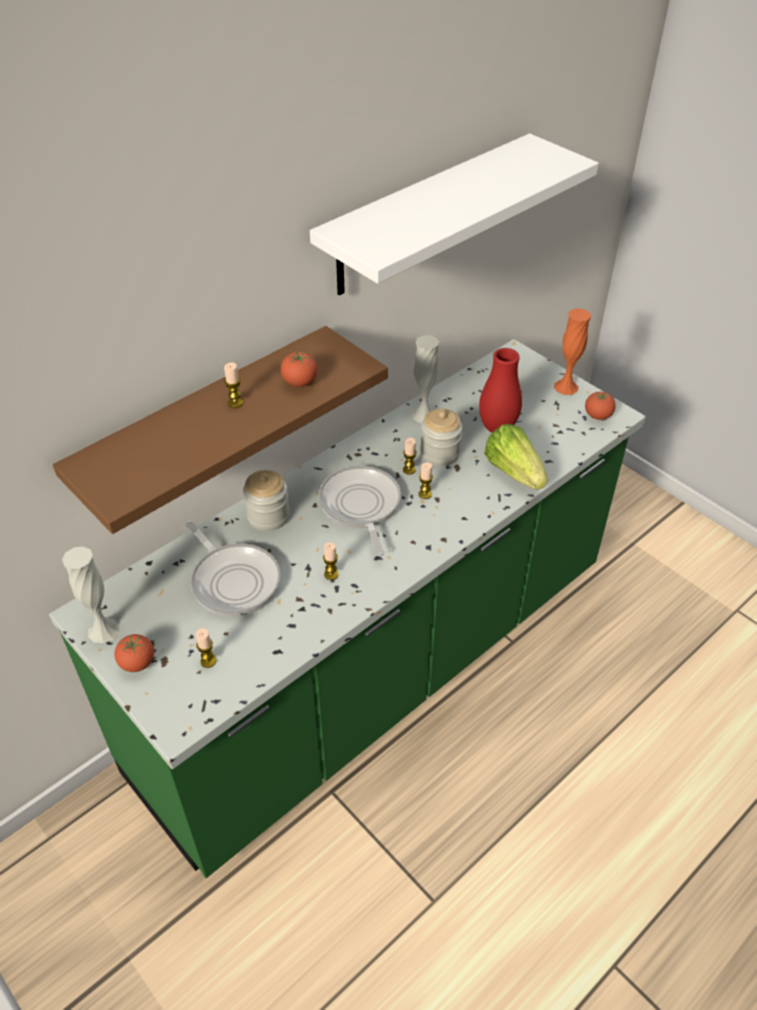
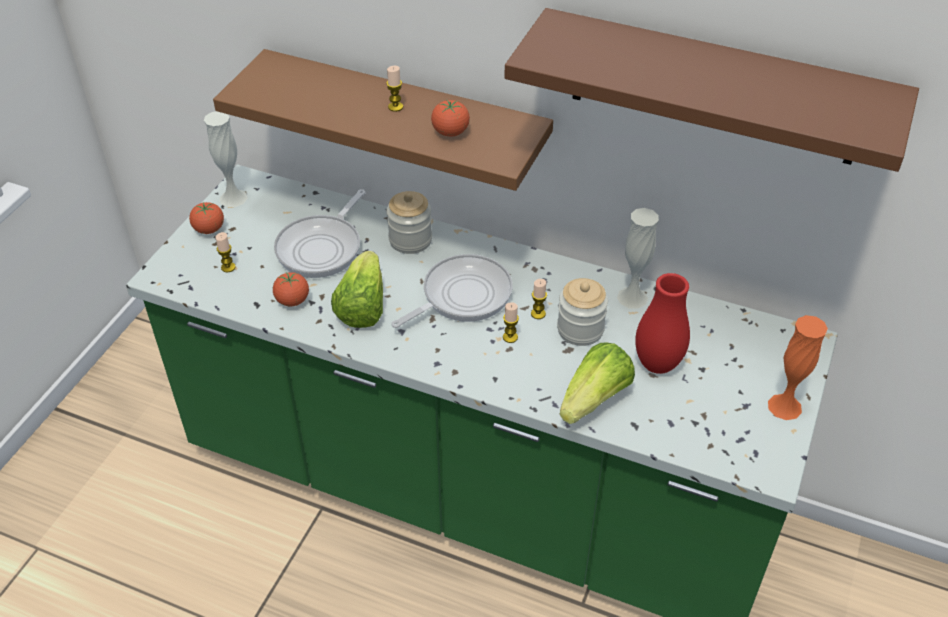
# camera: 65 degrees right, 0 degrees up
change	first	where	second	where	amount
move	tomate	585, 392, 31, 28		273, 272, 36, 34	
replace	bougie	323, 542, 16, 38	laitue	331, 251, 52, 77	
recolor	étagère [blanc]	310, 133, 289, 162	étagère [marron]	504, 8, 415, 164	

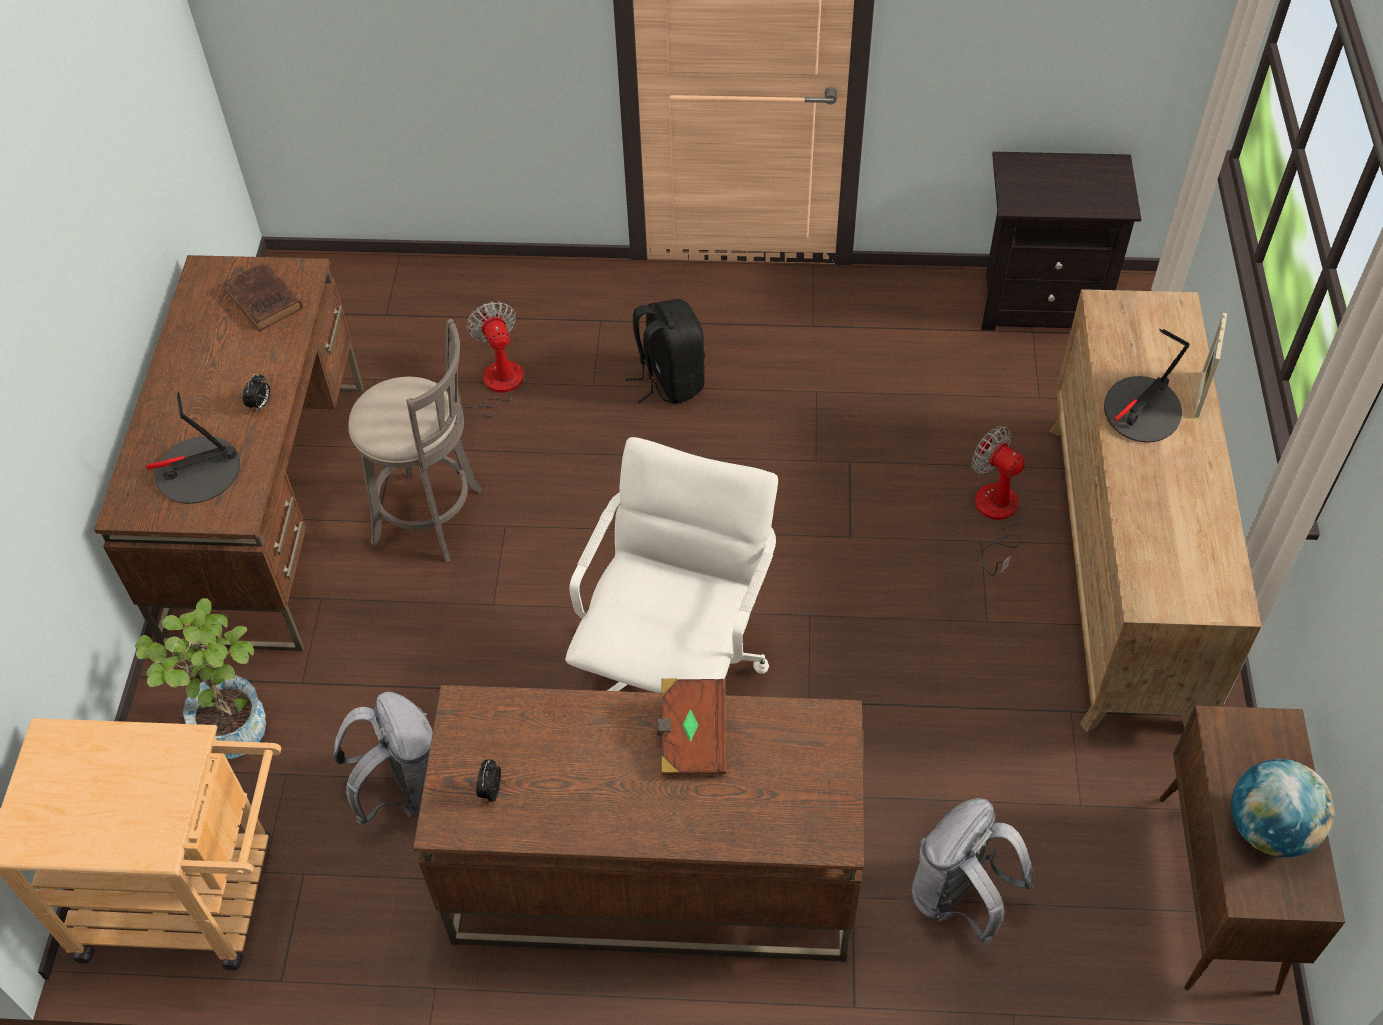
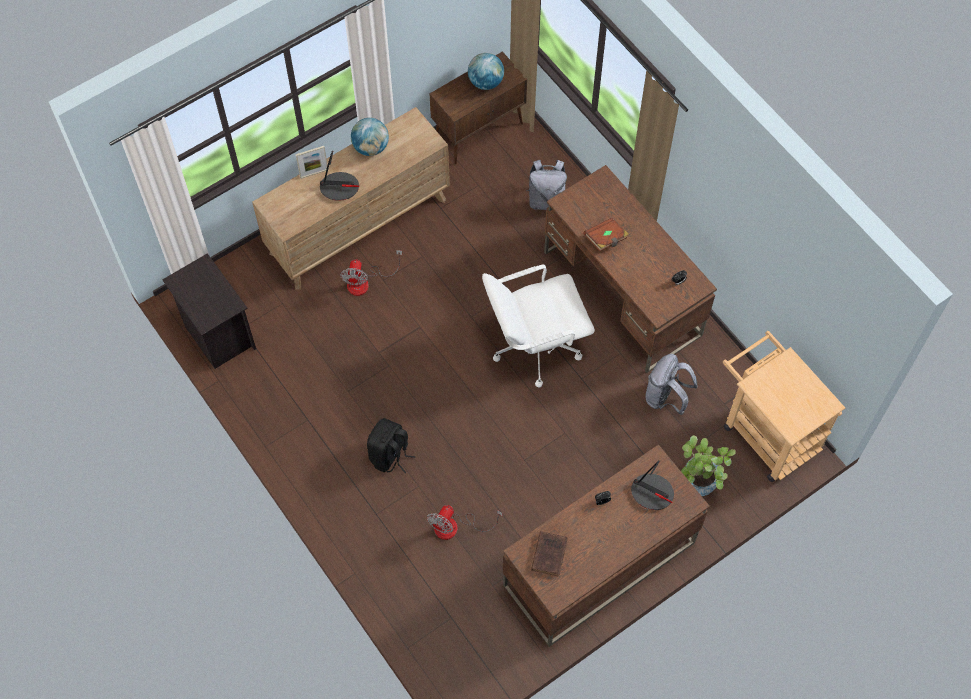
# camera: 130 degrees left, 10 degrees up
change	first	where	second	where	amount
delete	tabouret [gris]	348, 319, 135, 244			
insert			globe	351, 118, 38, 38	

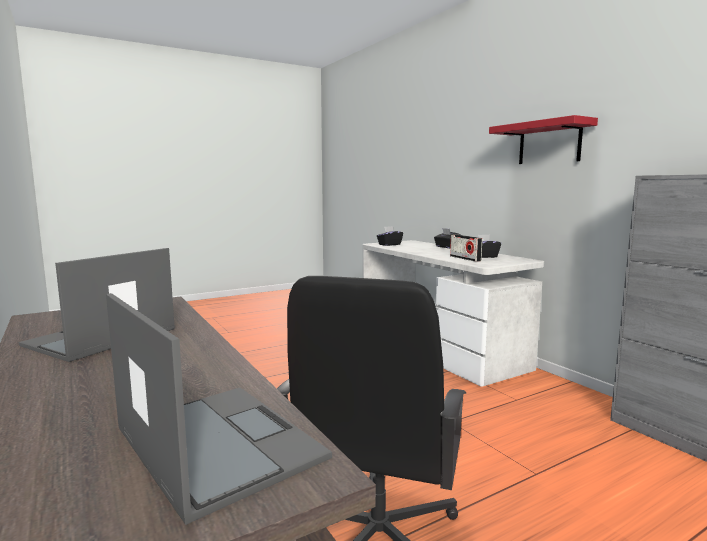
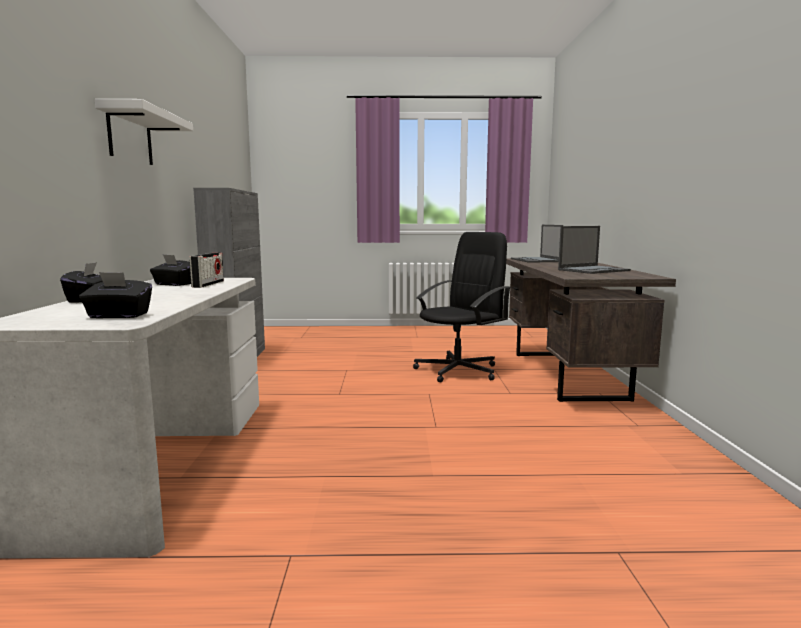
# camera: 150 degrees left, 0 degrees up
change	first	where	second	where	amount
recolor	étagère [rouge]	489, 115, 109, 49	étagère [blanc]	95, 99, 98, 66	

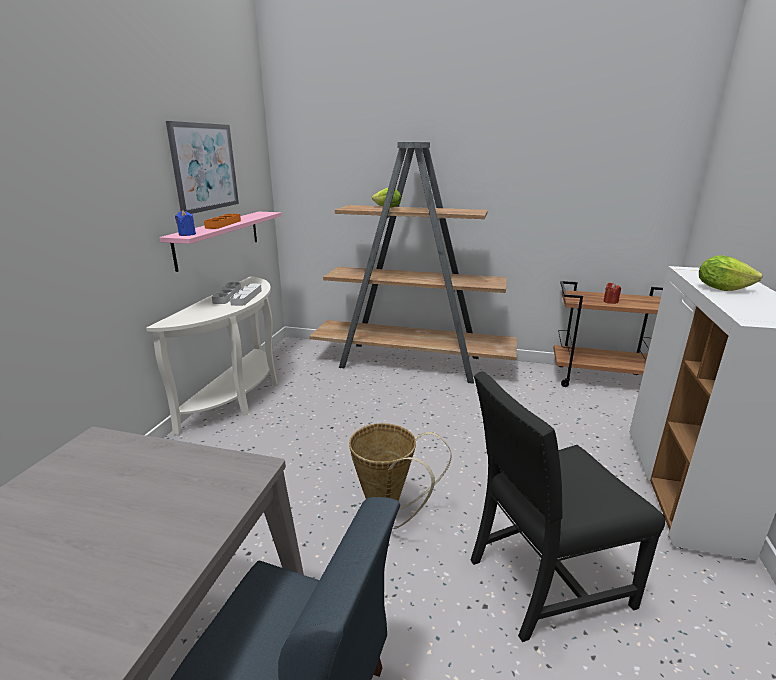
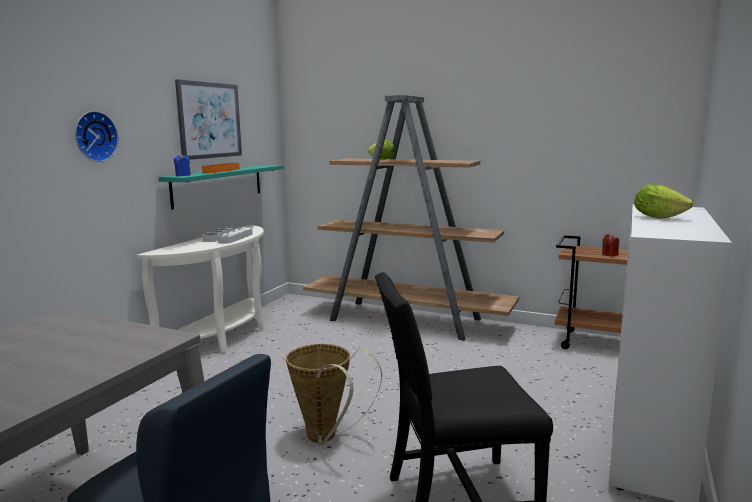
# camera: 10 degrees right, 10 degrees down
change	first	where	second	where	amount
insert			horloge murale	75, 111, 43, 51	
recolor	étagère [rose]	159, 212, 122, 60	étagère [turquoise]	159, 165, 125, 45	

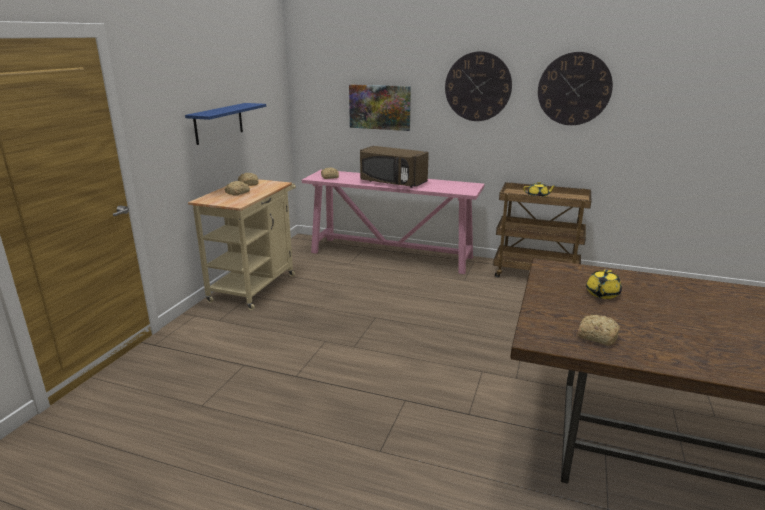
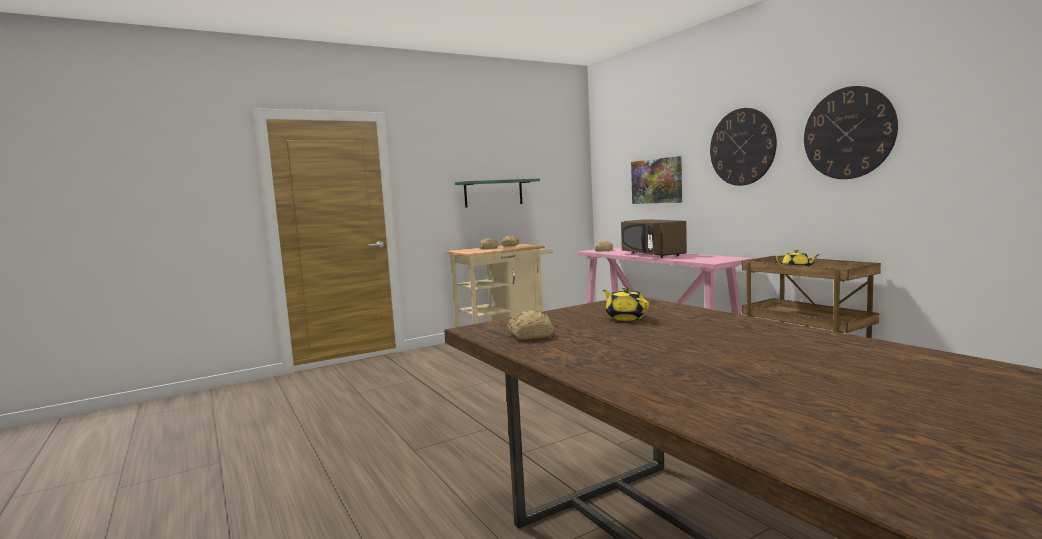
# camera: 40 degrees right, 15 degrees down
change	first	where	second	where	amount
recolor	étagère [bleu]	185, 103, 81, 42	étagère [vert]	455, 178, 85, 30	
rotate	théière [jaune]	586, 270, 36, 29		603, 287, 46, 34	75 degrees clockwise

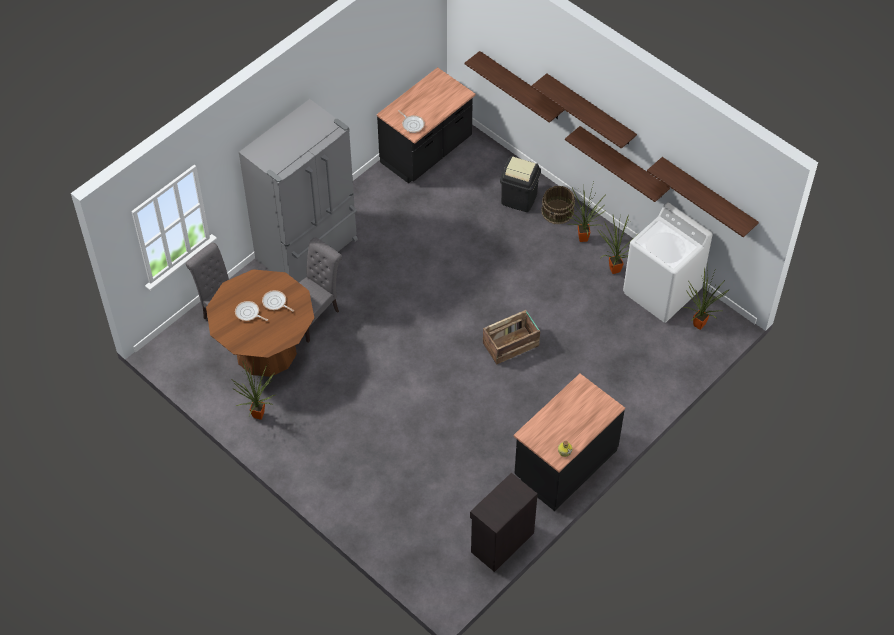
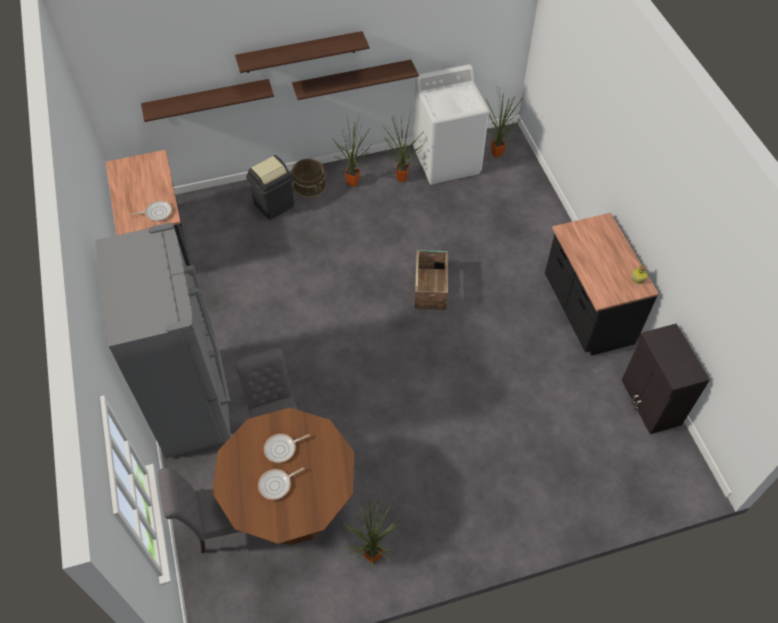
# camera: 60 degrees left, 0 degrees up
change	first	where	second	where	amount
delete	étagère	647, 157, 112, 80			

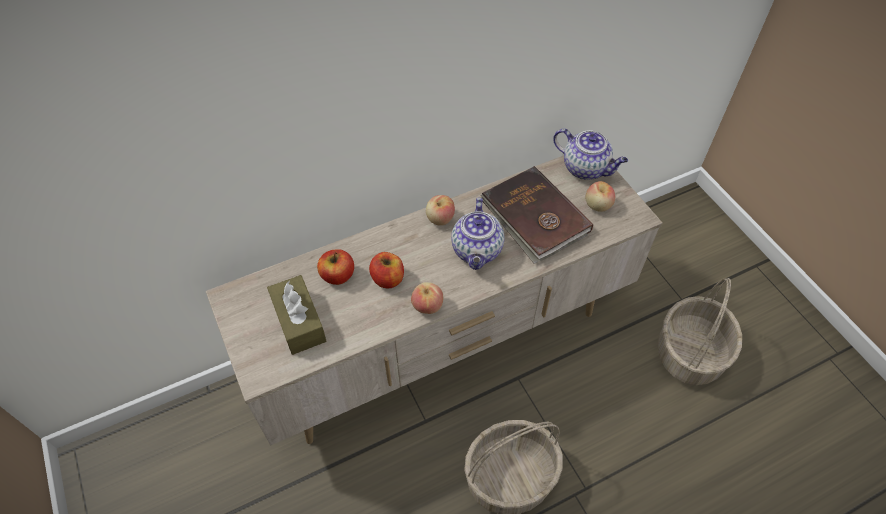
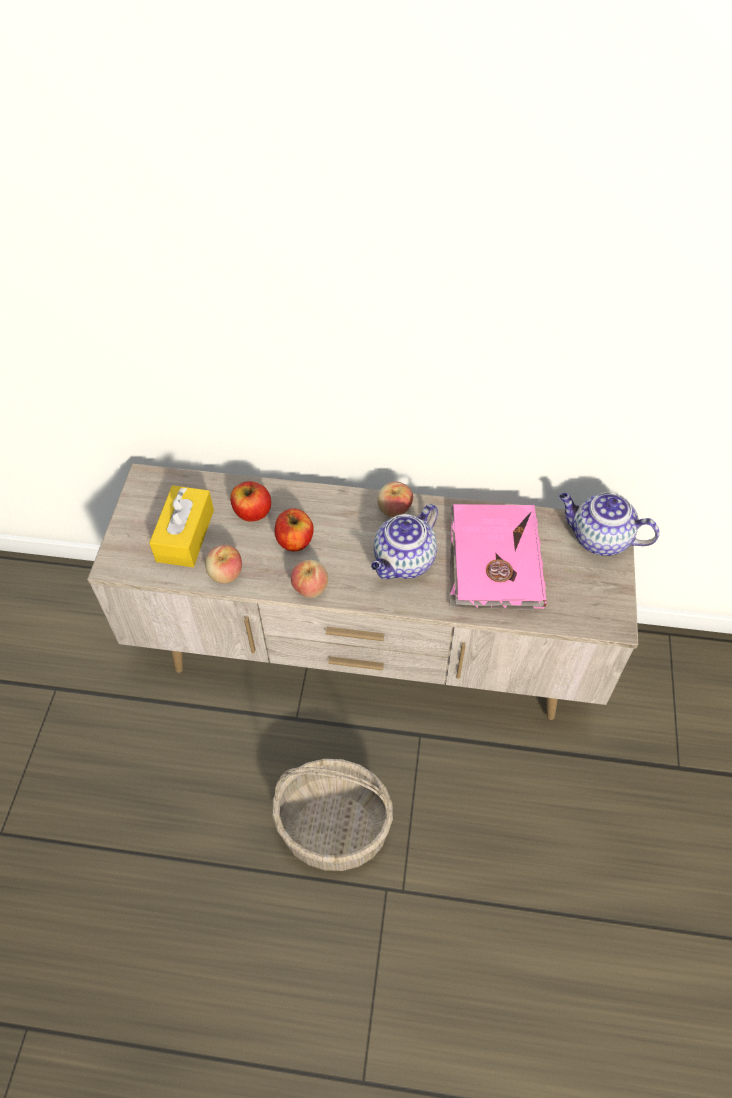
# camera: 35 degrees right, 0 degrees up
change	first	where	second	where	amount
delete	panier	657, 278, 85, 107			
move	pomme	586, 181, 29, 31		205, 545, 37, 39	
recolor	boîte à mouchoirs [marron]	267, 275, 59, 80	boîte à mouchoirs [jaune]	149, 486, 65, 81	
recolor	livre [marron]	480, 166, 113, 98	livre [rose]	450, 504, 97, 106	
rotate	théière	553, 128, 75, 52		559, 492, 101, 64	135 degrees clockwise

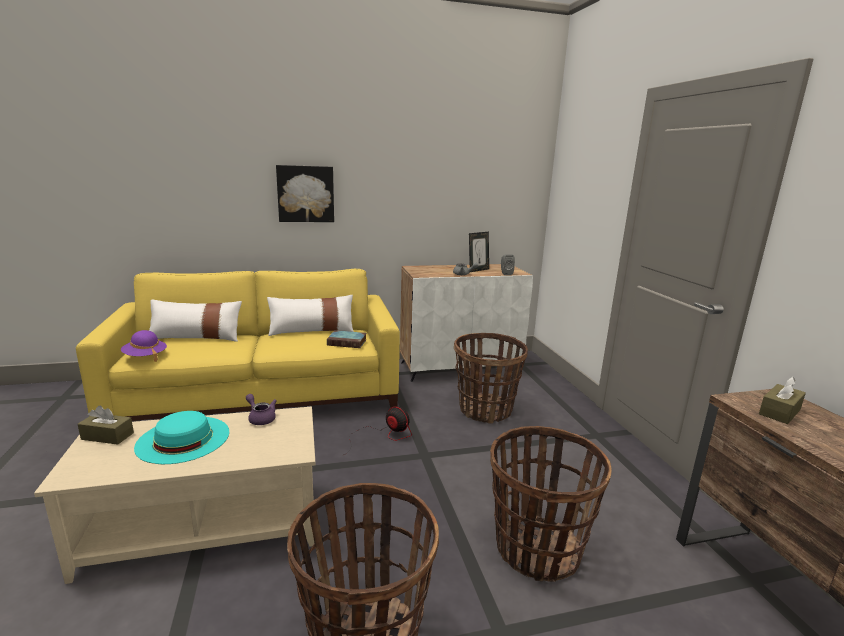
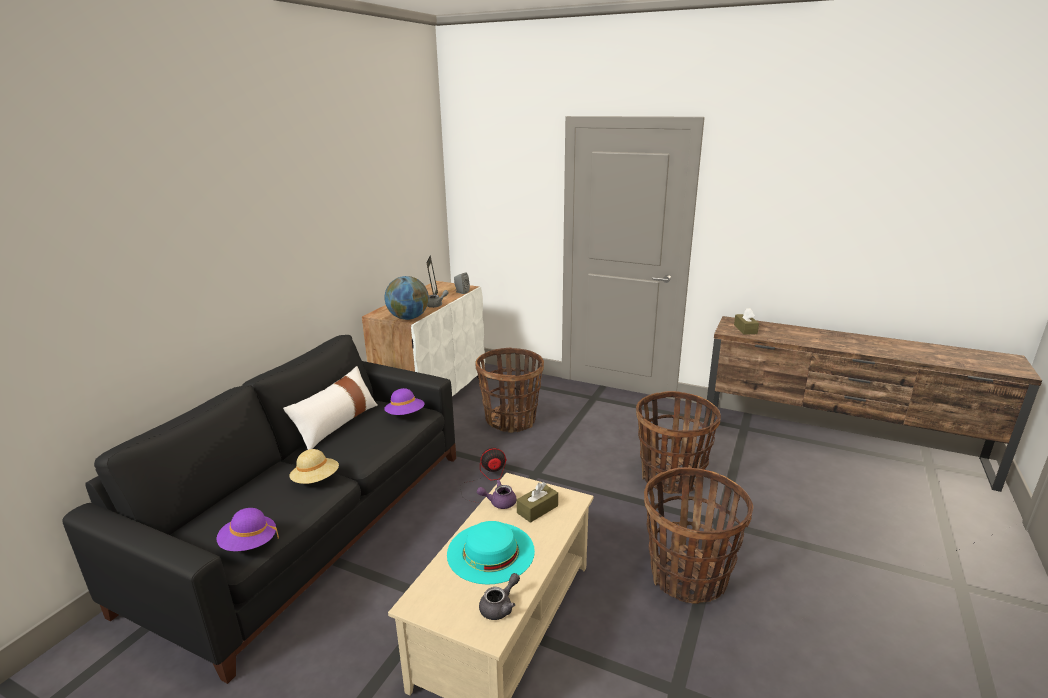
# camera: 50 degrees left, 5 degrees up
change	first	where	second	where	amount
delete	coussin [blanc]	149, 300, 93, 42			
delete	tableau	276, 165, 58, 57			
insert			chapeau [beige]	290, 449, 49, 35	
insert			globe	385, 276, 44, 44	
insert			théière [gris]	479, 573, 41, 47	
move	boîte à mouchoirs [marron]	78, 405, 56, 40		517, 482, 41, 41	
replace	livre	327, 330, 40, 18	chapeau [violet]	384, 388, 41, 27	
recolor	canapé [jaune]	76, 269, 324, 152	canapé [noir]	63, 335, 393, 349	

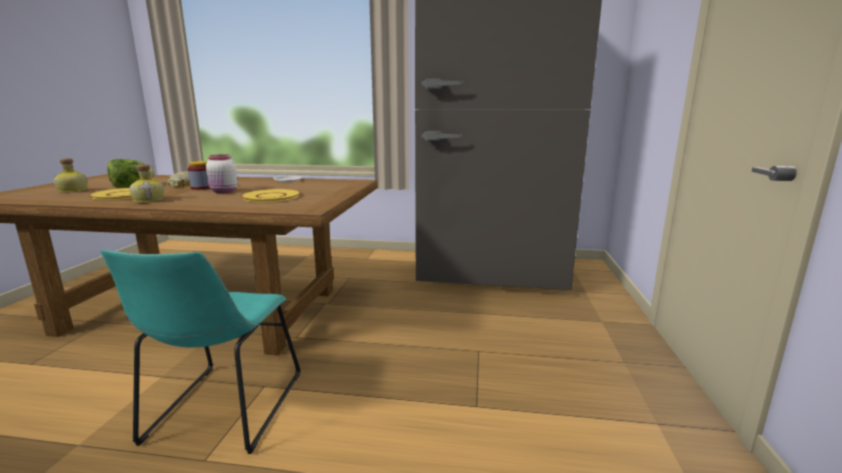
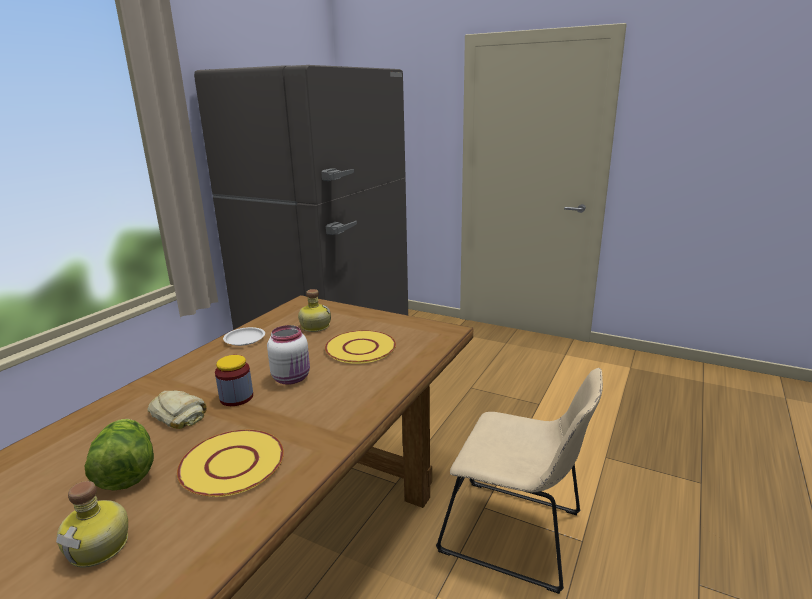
# camera: 70 degrees left, 5 degrees up
change	first	where	second	where	amount
move	bouteille	129, 164, 35, 39		298, 289, 33, 43	
recolor	chaise [turquoise]	100, 249, 200, 205	chaise [beige]	436, 368, 167, 226	

